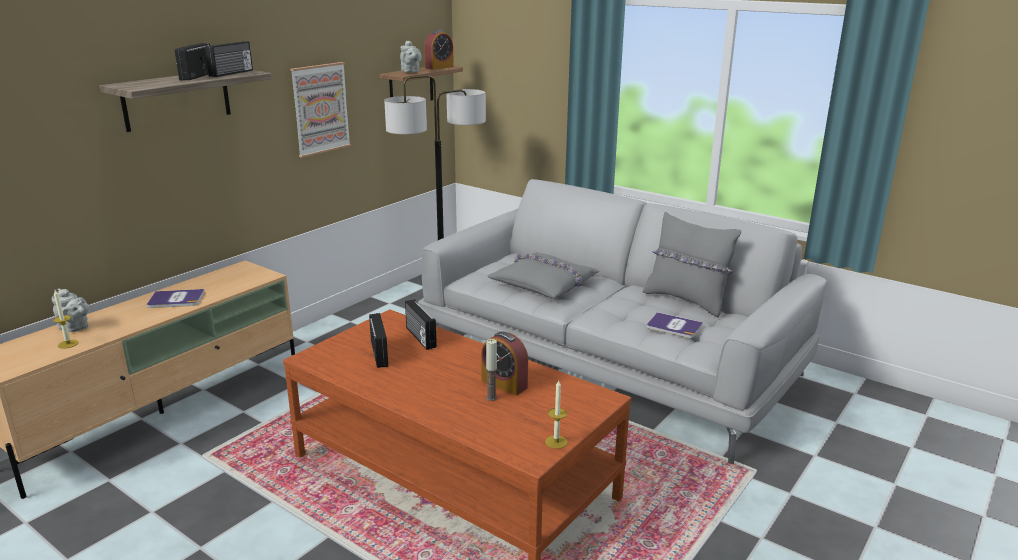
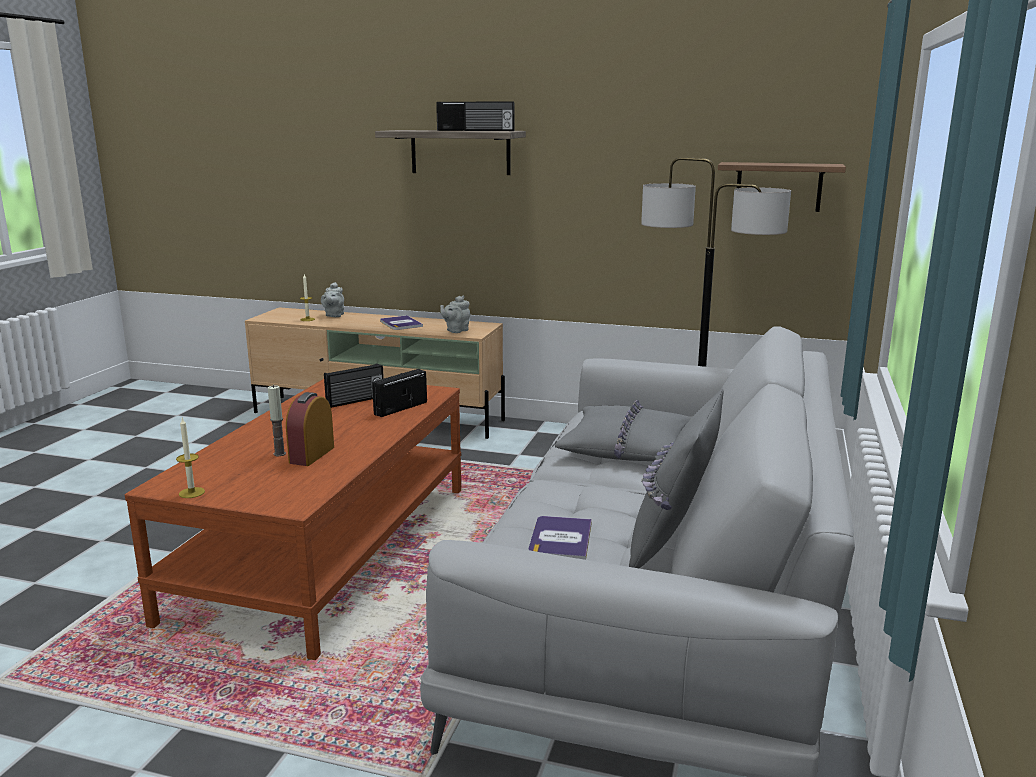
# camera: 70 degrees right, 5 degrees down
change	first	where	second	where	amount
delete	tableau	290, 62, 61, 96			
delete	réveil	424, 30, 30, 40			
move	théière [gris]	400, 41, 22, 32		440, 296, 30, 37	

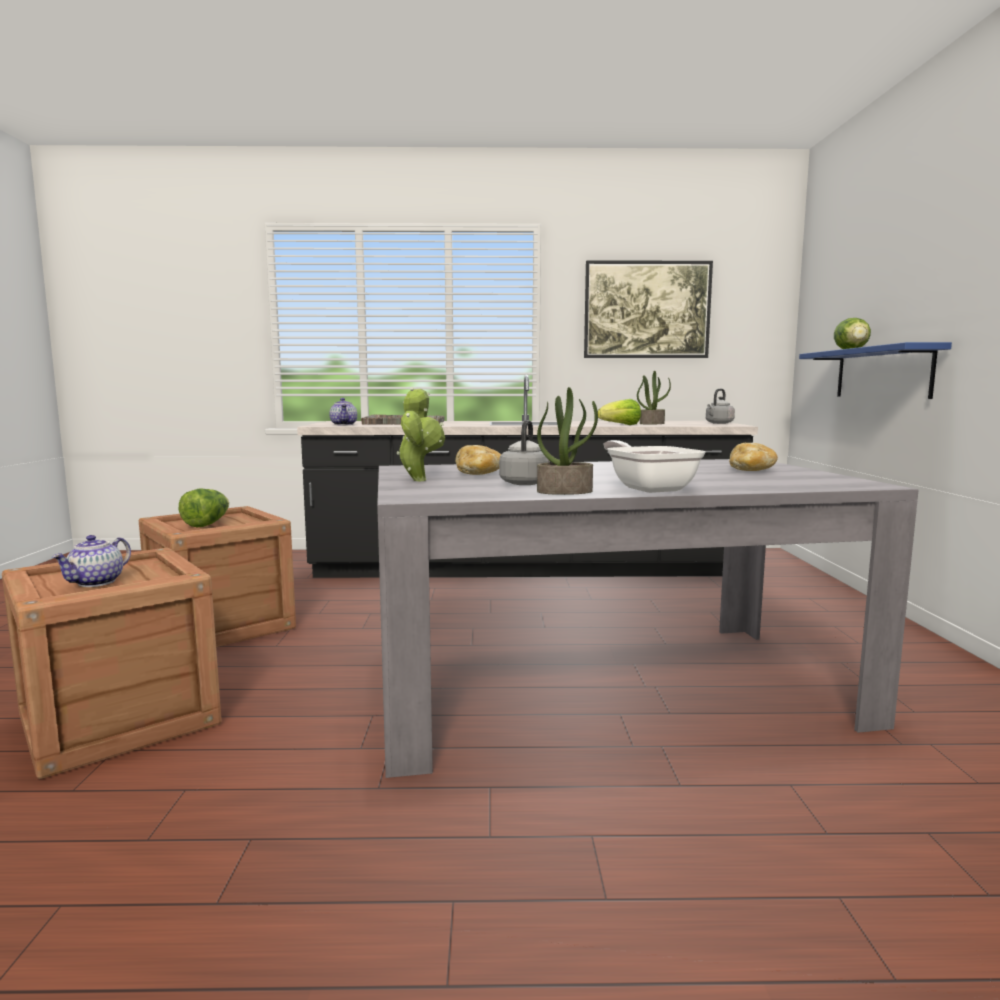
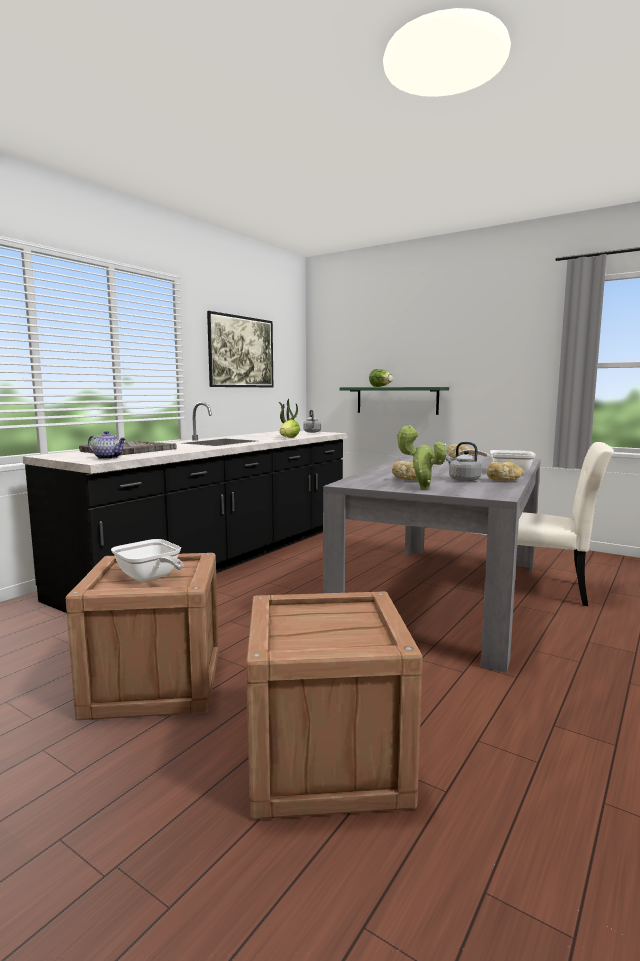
# camera: 55 degrees left, 0 degrees up
change	first	where	second	where	amount
delete	théière	52, 535, 79, 52			
insert			chaise [beige]	517, 442, 97, 164	
replace	laitue	179, 489, 50, 38	poêle	111, 539, 73, 43	
replace	plante en pot	537, 387, 61, 108	pain	487, 462, 37, 19	
recolor	étagère [bleu]	799, 342, 153, 57	étagère [vert]	340, 387, 109, 28	

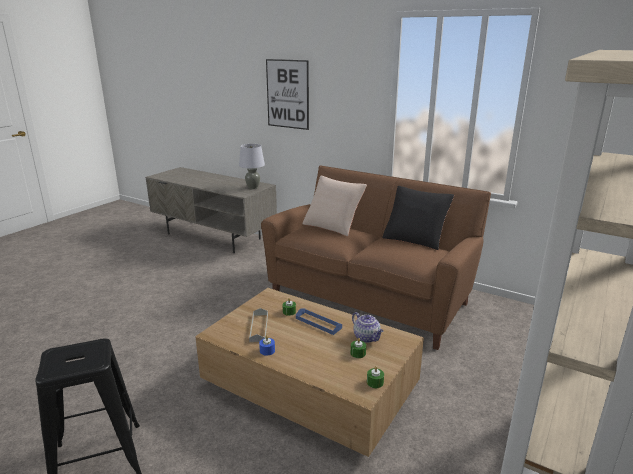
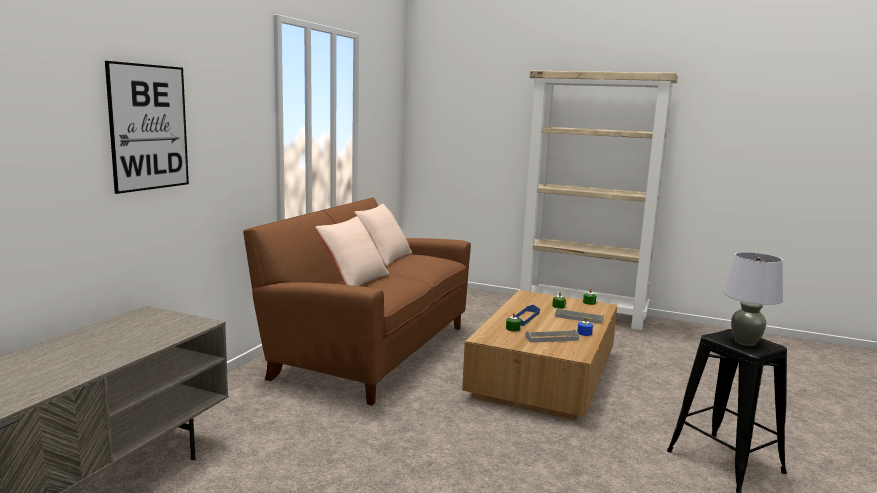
# camera: 100 degrees left, 10 degrees down
change	first	where	second	where	amount
delete	théière	352, 312, 31, 31			
insert			plateau [gris]	555, 307, 49, 17	
move	lampe de table [gris]	239, 144, 26, 45		723, 252, 60, 94	
recolor	coussin [noir]	382, 186, 72, 64	coussin [beige]	354, 204, 58, 62	

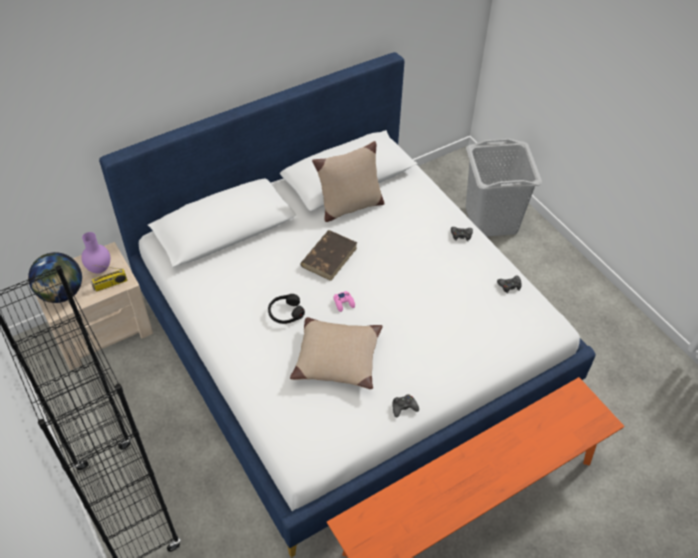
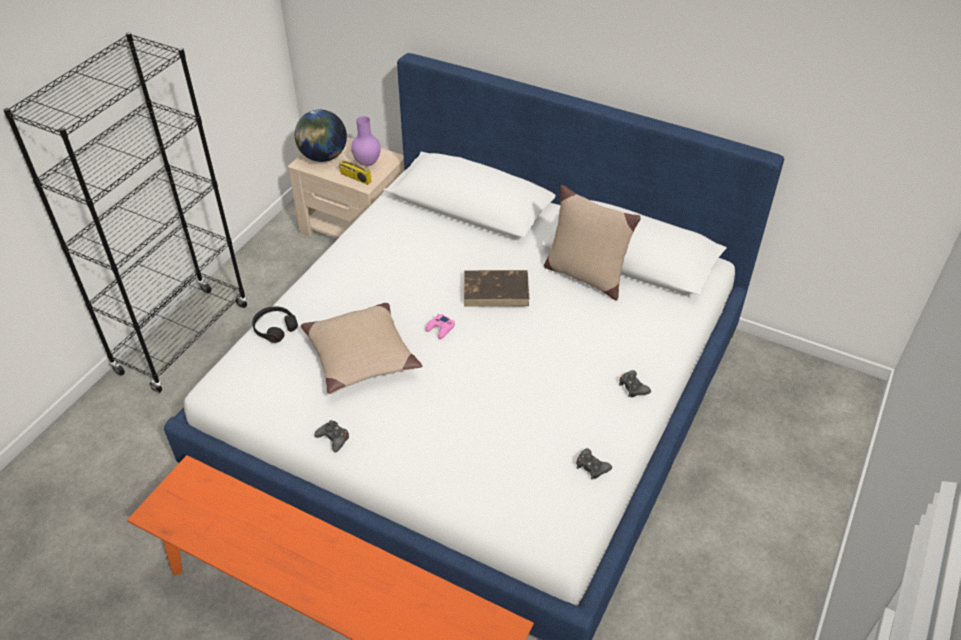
# camera: 60 degrees right, 5 degrees down
change	first	where	second	where	amount
delete	panier à linge [gris]	466, 139, 76, 97			
move	casque audio [noir]	268, 294, 37, 30		252, 306, 46, 37	

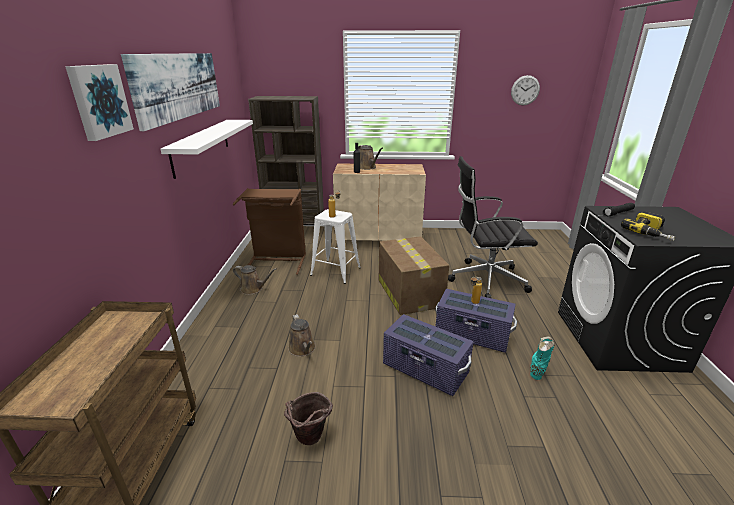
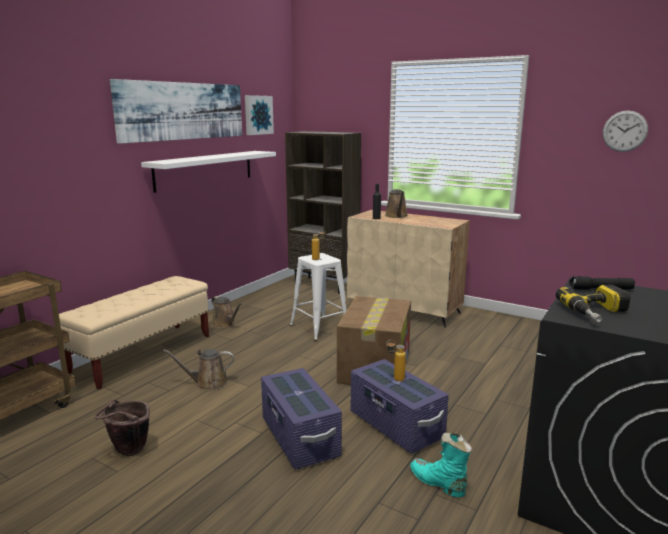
# camera: 30 degrees right, 10 degrees down
change	first	where	second	where	amount
delete	panier à linge [marron]	233, 188, 73, 87			
delete	chaise de bureau [noir]	448, 156, 90, 142			
insert			banc [beige]	59, 276, 150, 113	
move	tableau	65, 64, 69, 77		245, 95, 29, 40	
rotate	arrosoir [marron]	288, 314, 28, 43		163, 349, 71, 41	75 degrees clockwise
rotate	botte [turquoise]	530, 336, 25, 44		410, 433, 62, 64	105 degrees counterclockwise

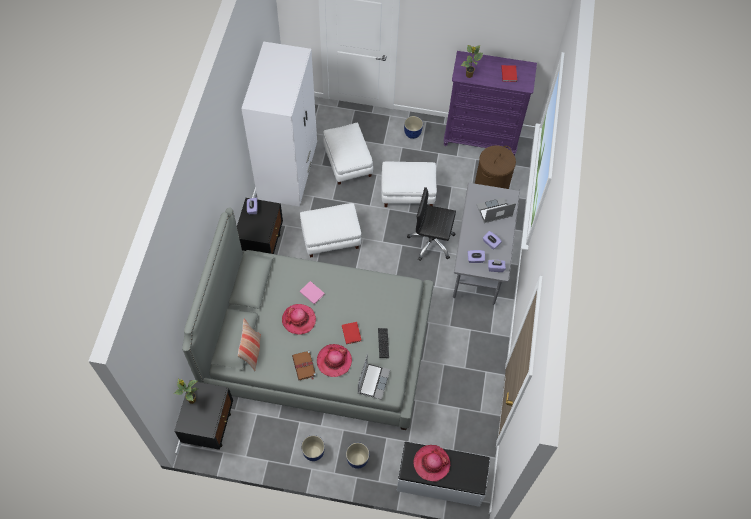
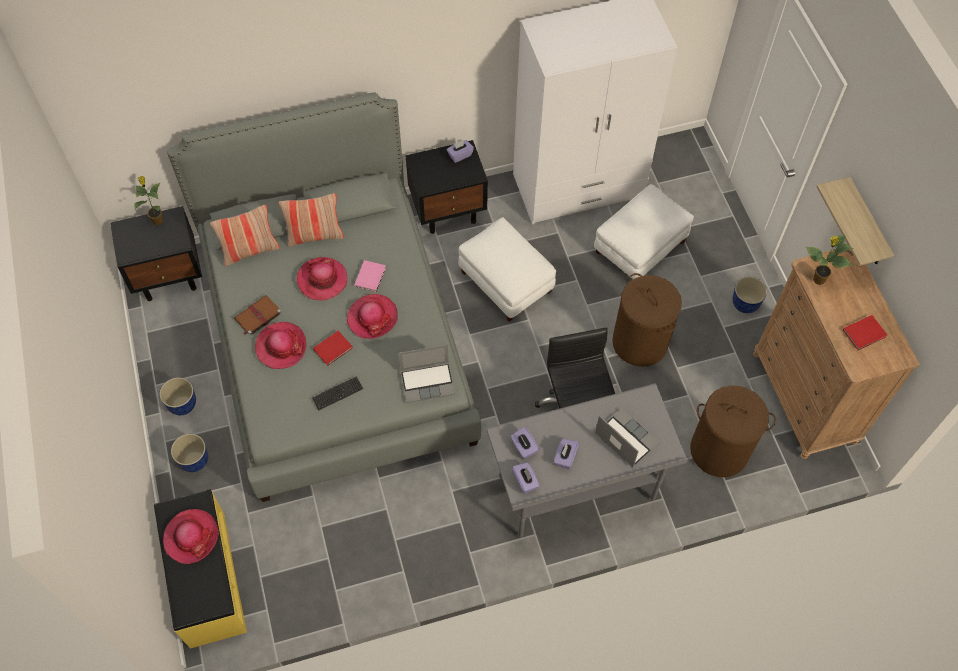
# camera: 65 degrees right, 0 degrees up
change	first	where	second	where	amount
insert			coussin	279, 193, 65, 54	
insert			chapeau	347, 294, 51, 45	
insert			étagère	817, 177, 77, 89	
move	ordinateur portable	358, 354, 32, 46		398, 344, 57, 59	
replace	pouf [blanc]	381, 162, 56, 45	panier à linge [marron]	612, 273, 70, 94	
recolor	banc [blanc]	397, 442, 93, 65	banc [jaune]	154, 489, 93, 160	
recolor	commode [violet]	444, 51, 93, 105	commode [marron]	753, 250, 167, 209	

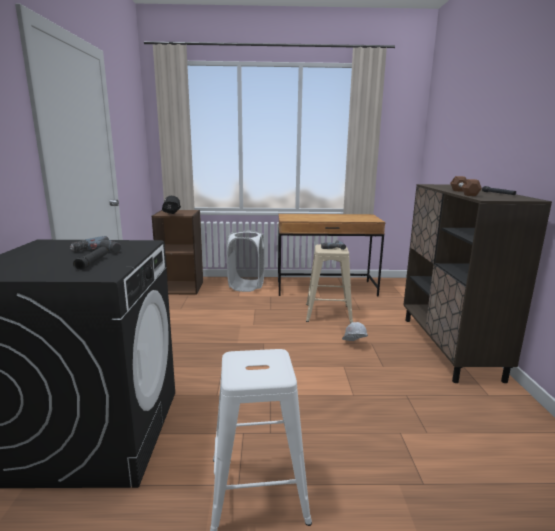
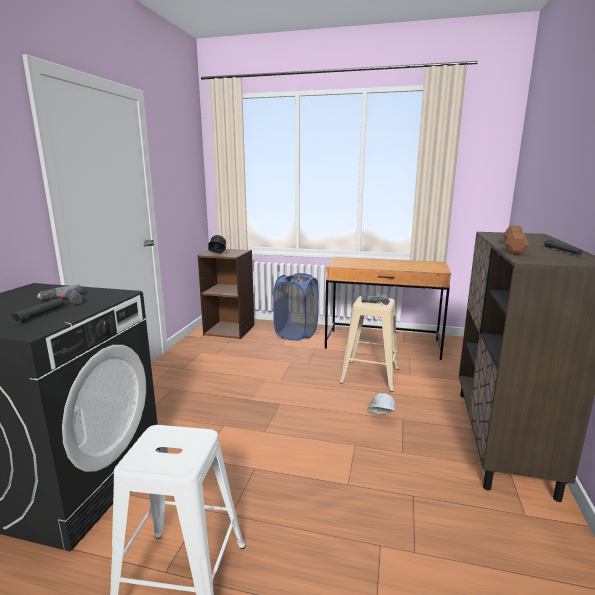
# camera: 15 degrees right, 0 degrees up
change	first	where	second	where	amount
recolor	panier à linge [blanc]	227, 230, 38, 62	panier à linge [bleu]	273, 273, 46, 68	

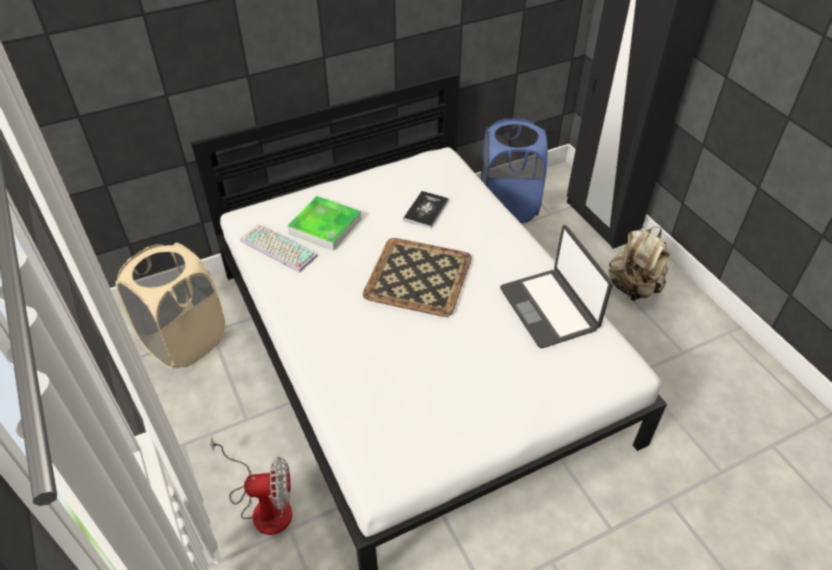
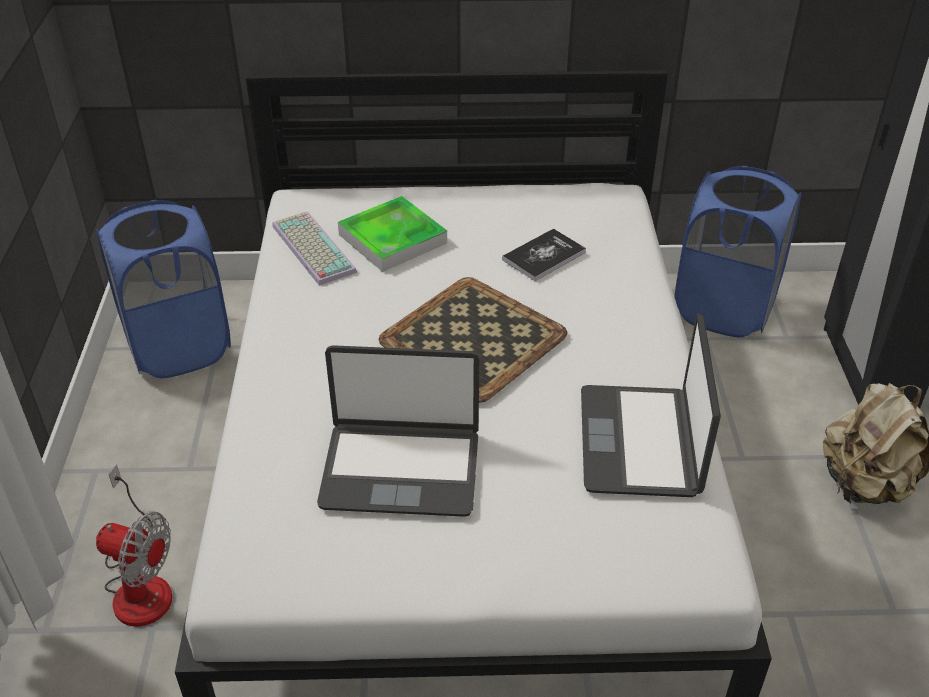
# camera: 25 degrees right, 5 degrees down
change	first	where	second	where	amount
insert			ordinateur portable	317, 345, 162, 172	
recolor	panier à linge [beige]	115, 243, 110, 126	panier à linge [bleu]	96, 200, 135, 178	

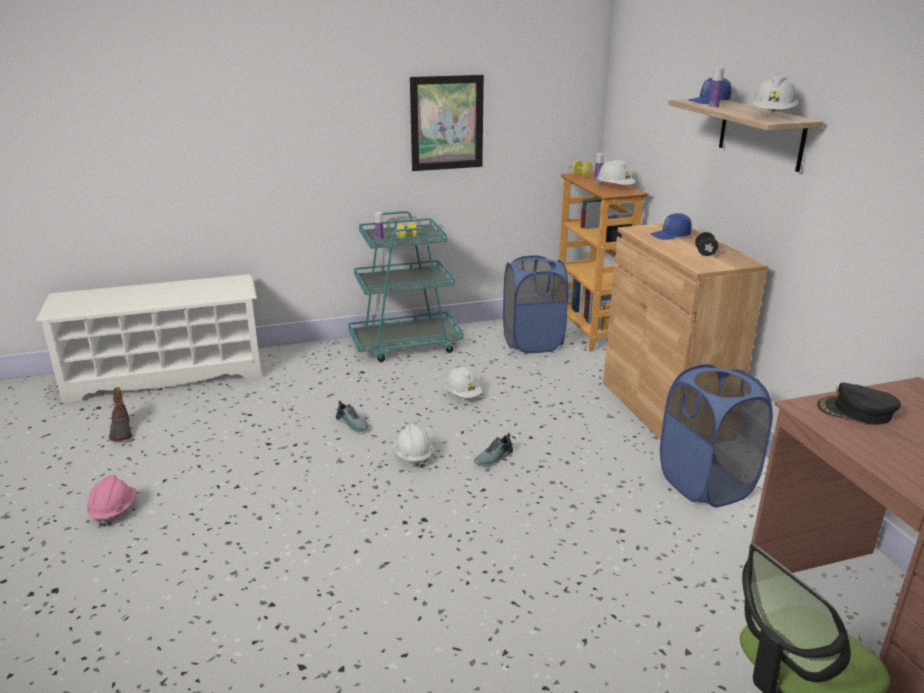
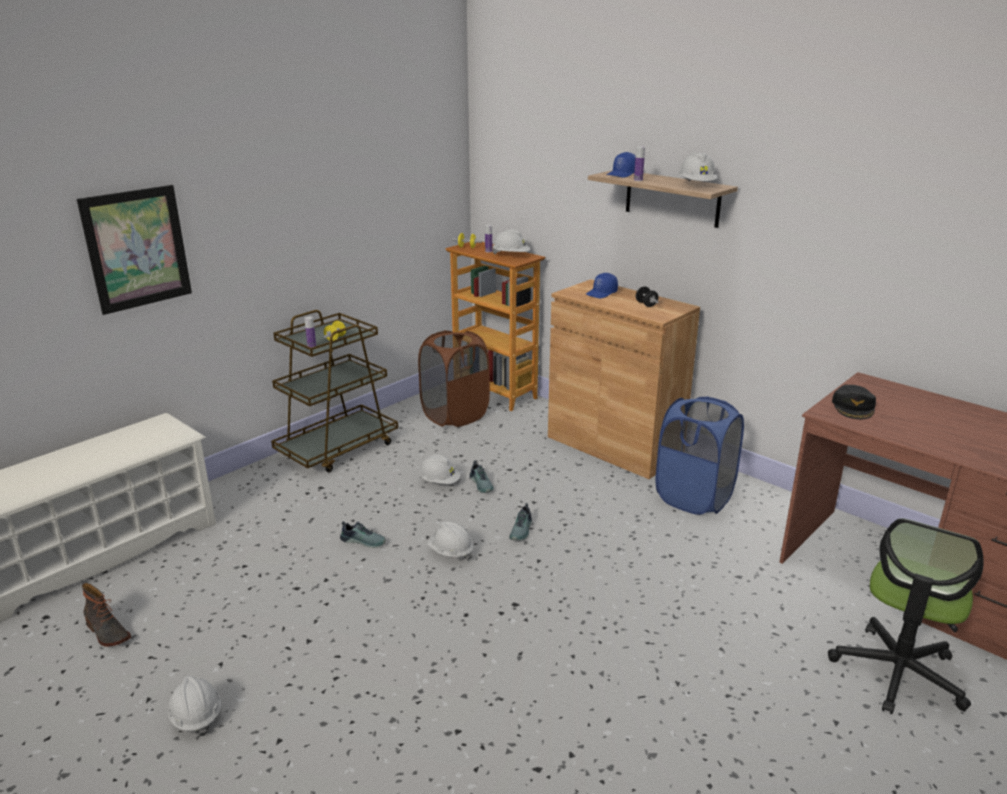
# camera: 30 degrees left, 0 degrees up
change	first	where	second	where	amount
insert			chaussure	470, 461, 24, 32	
move	tableau	410, 75, 74, 96		77, 185, 115, 130	
recolor	casque de chantier [rose]	87, 475, 49, 52	casque de chantier [blanc]	168, 675, 53, 62	
recolor	chariot [turquoise]	348, 211, 115, 151	chariot [marron]	271, 310, 127, 162	
recolor	panier à linge [bleu]	503, 255, 65, 98	panier à linge [marron]	418, 330, 72, 97	
rotate	casquette [noir]	817, 382, 84, 43		832, 385, 44, 34	60 degrees counterclockwise

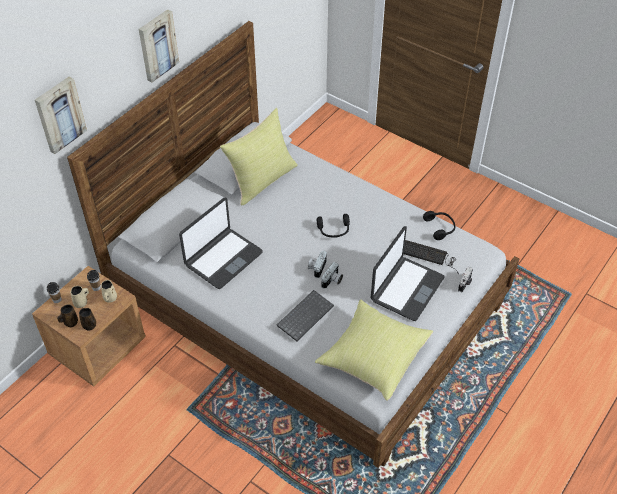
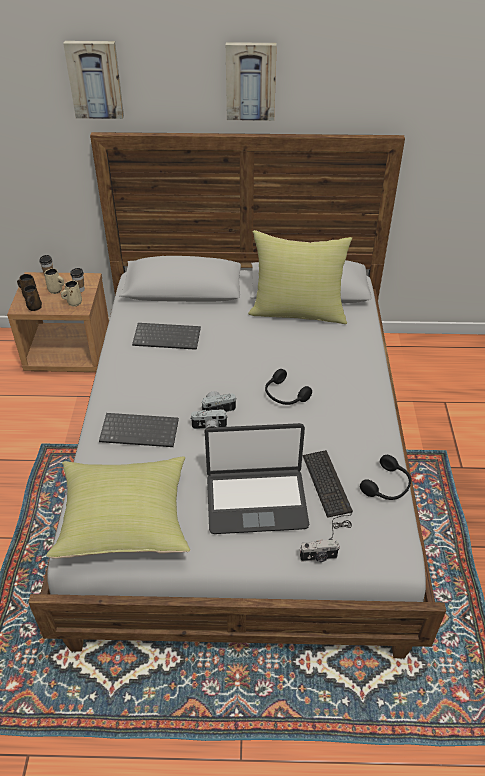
# camera: 55 degrees right, 5 degrees down
change	first	where	second	where	amount
replace	ordinateur portable	179, 197, 84, 92	clavier	132, 323, 69, 27	

